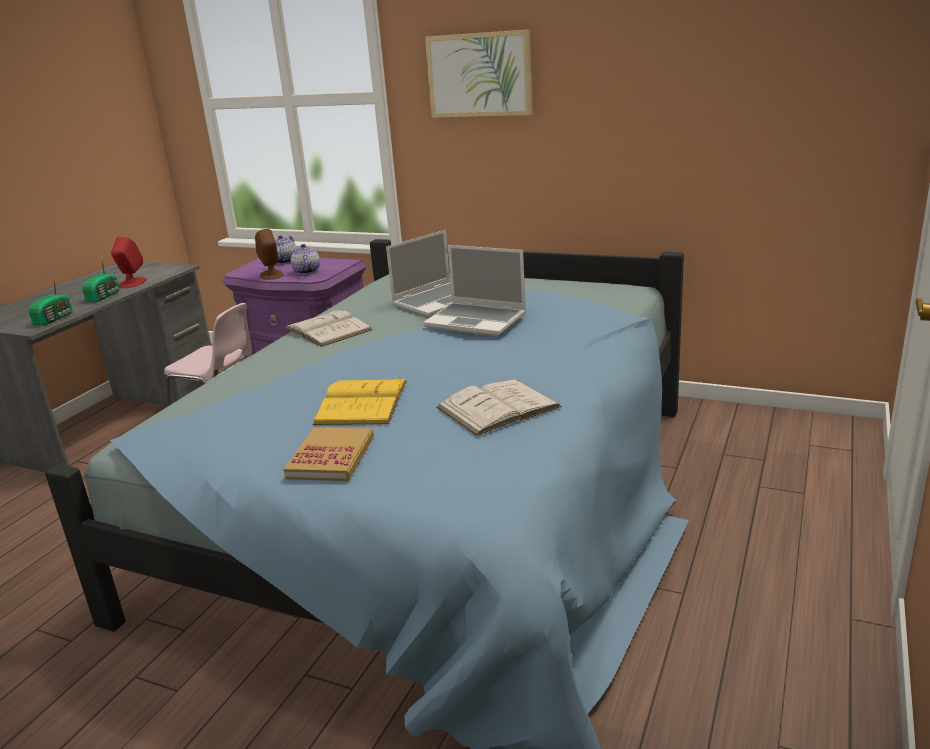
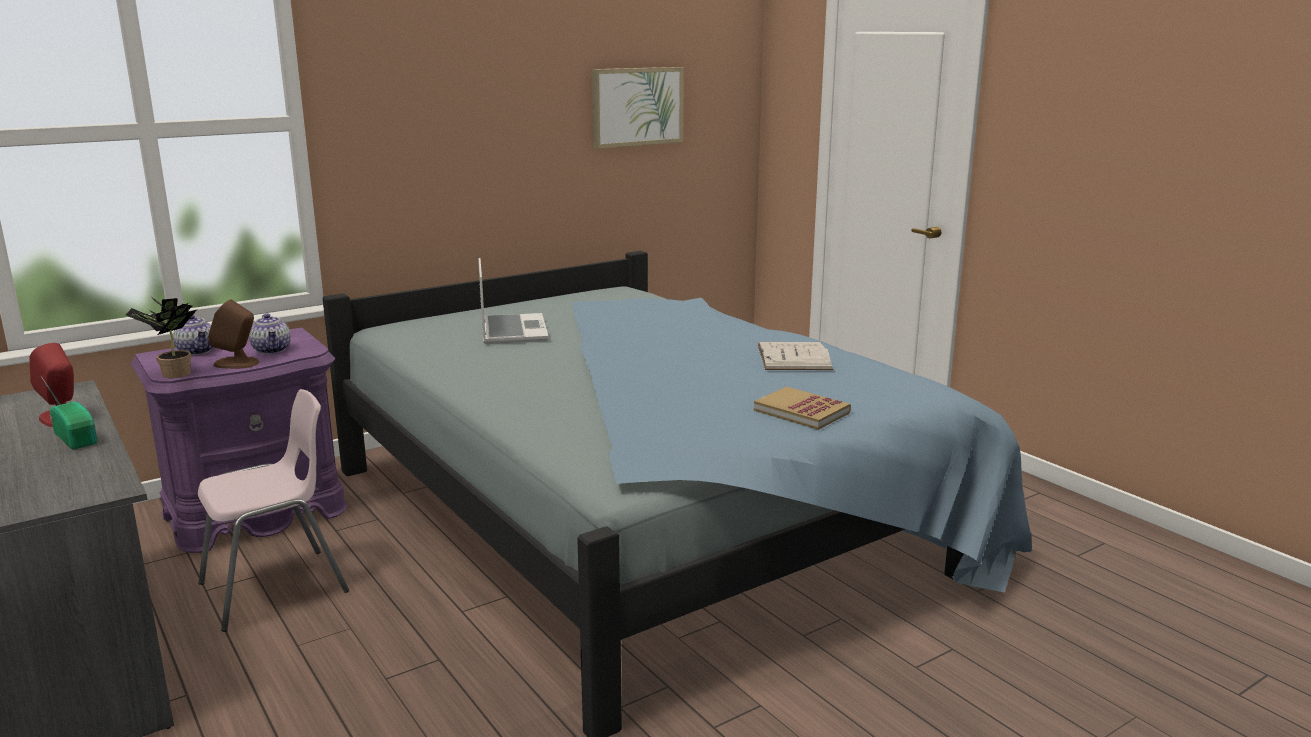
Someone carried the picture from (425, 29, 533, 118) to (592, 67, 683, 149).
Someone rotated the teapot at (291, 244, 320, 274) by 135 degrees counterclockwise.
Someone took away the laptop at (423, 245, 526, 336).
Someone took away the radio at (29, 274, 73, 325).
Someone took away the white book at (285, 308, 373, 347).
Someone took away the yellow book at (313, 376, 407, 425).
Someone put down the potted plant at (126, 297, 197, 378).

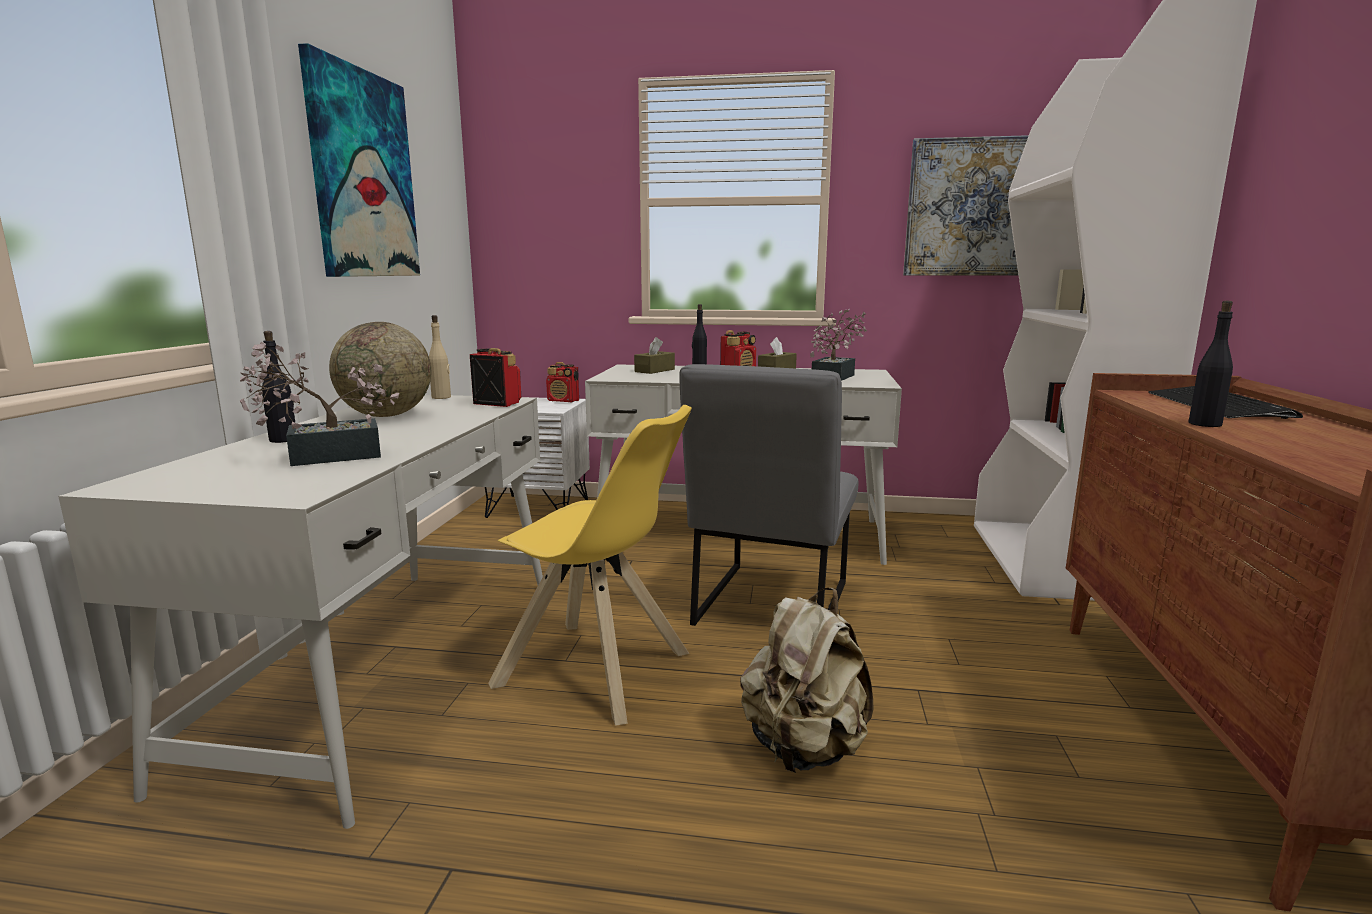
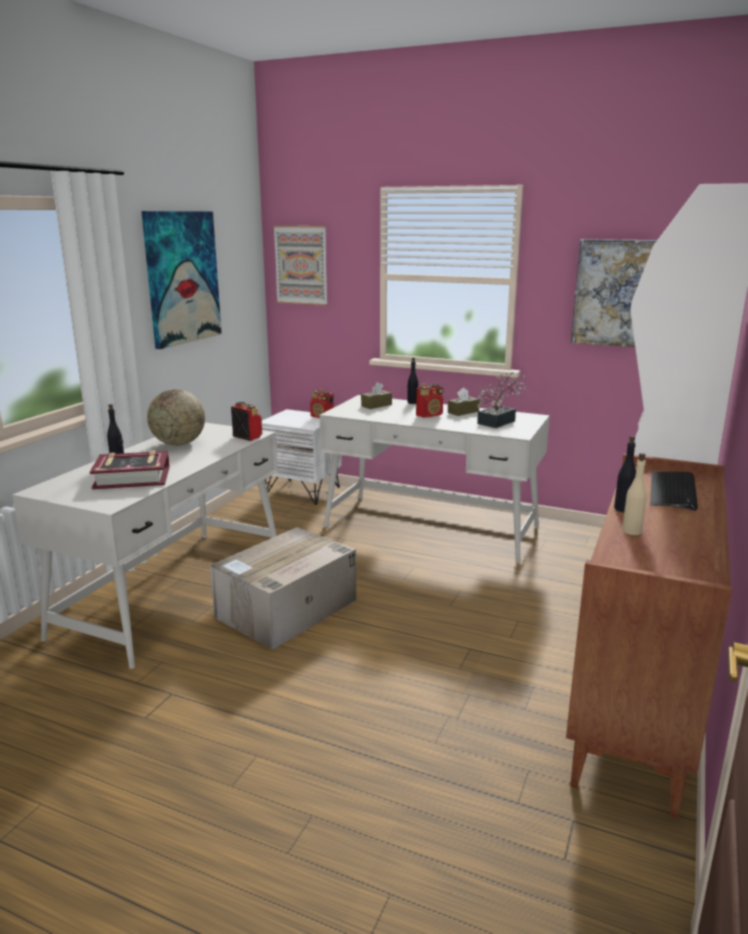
Someone carried the beige bottle from (429, 315, 451, 399) to (622, 453, 647, 535).
Someone swapped the potted plant at (239, 342, 399, 466) for the book at (90, 451, 170, 489).
Someone took away the grey chair at (679, 364, 859, 626).
Someone swapped the yellow chair at (488, 405, 692, 726) for the cardboard box at (210, 527, 356, 649).
Someone took away the beige backpack at (740, 588, 873, 773).
Someone put up the picture at (273, 225, 328, 306).

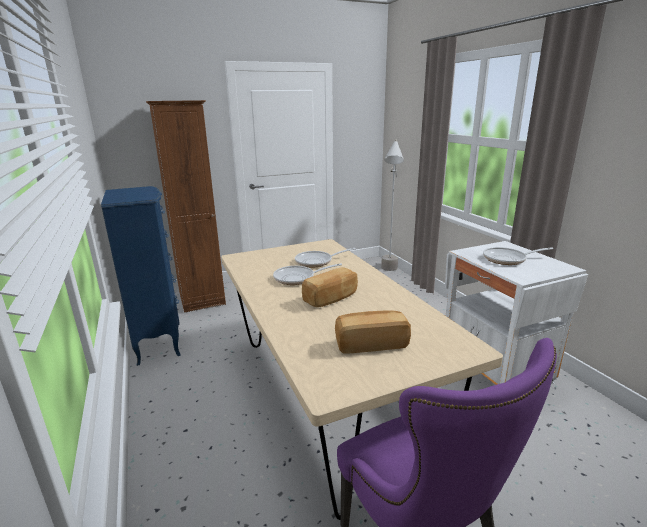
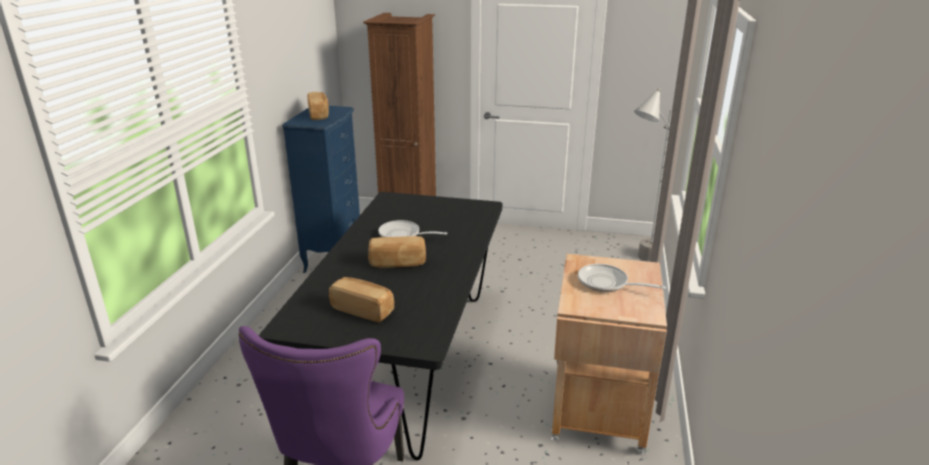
Someone repainted the beige dining table at (221, 239, 503, 520), which became the black dining table at (259, 192, 502, 460).
Someone repainted the white cart at (445, 241, 588, 385), which became the brown cart at (551, 254, 667, 454).
Someone took away the frying pan at (295, 248, 356, 268).
Someone put down the bread at (307, 92, 329, 120).

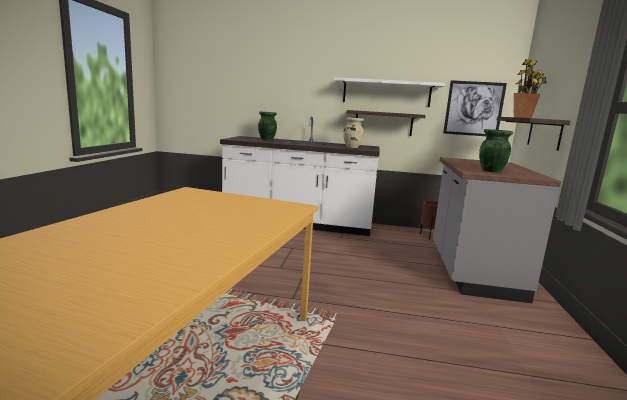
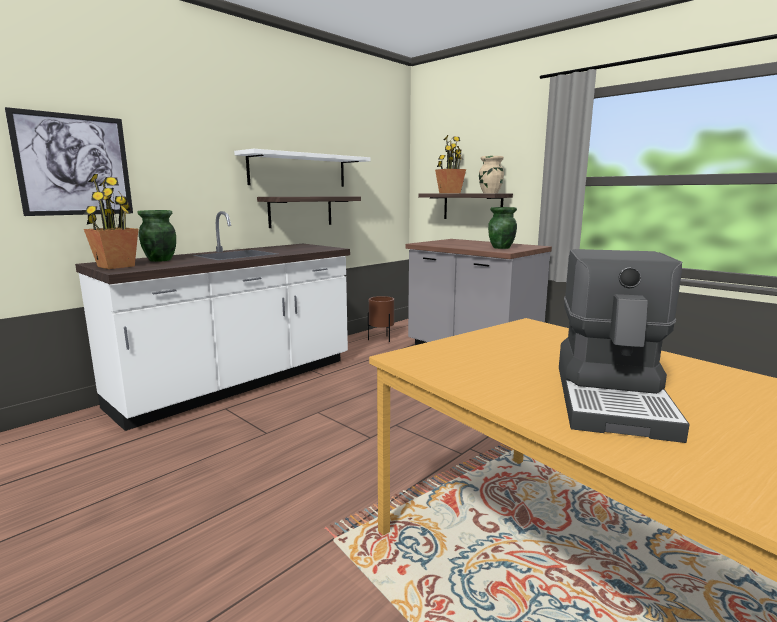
Someone carried the picture from (443, 80, 507, 136) to (5, 107, 133, 216).
Someone carried the beige vase from (343, 117, 364, 148) to (479, 156, 504, 193).
Someone put down the potted plant at (84, 174, 138, 269).
Someone put down the coffee machine at (559, 249, 690, 443).

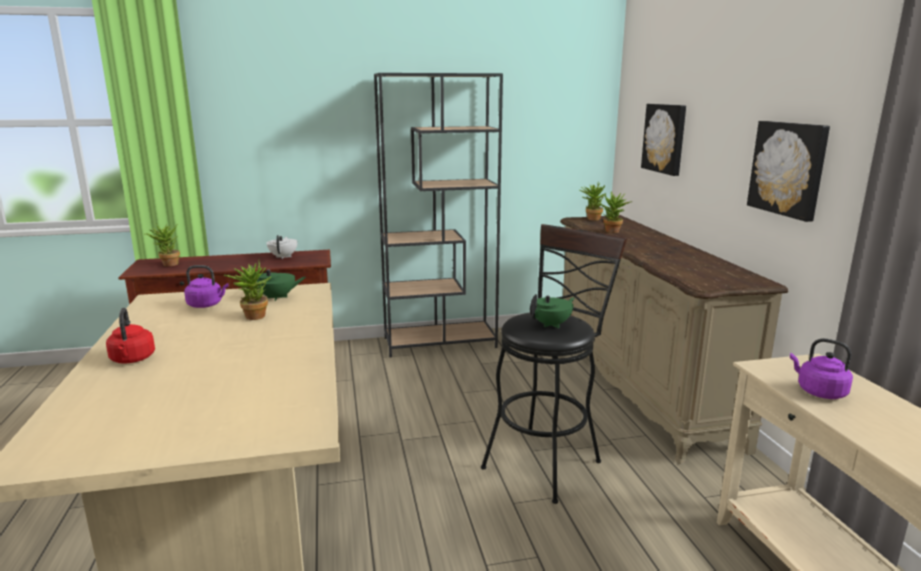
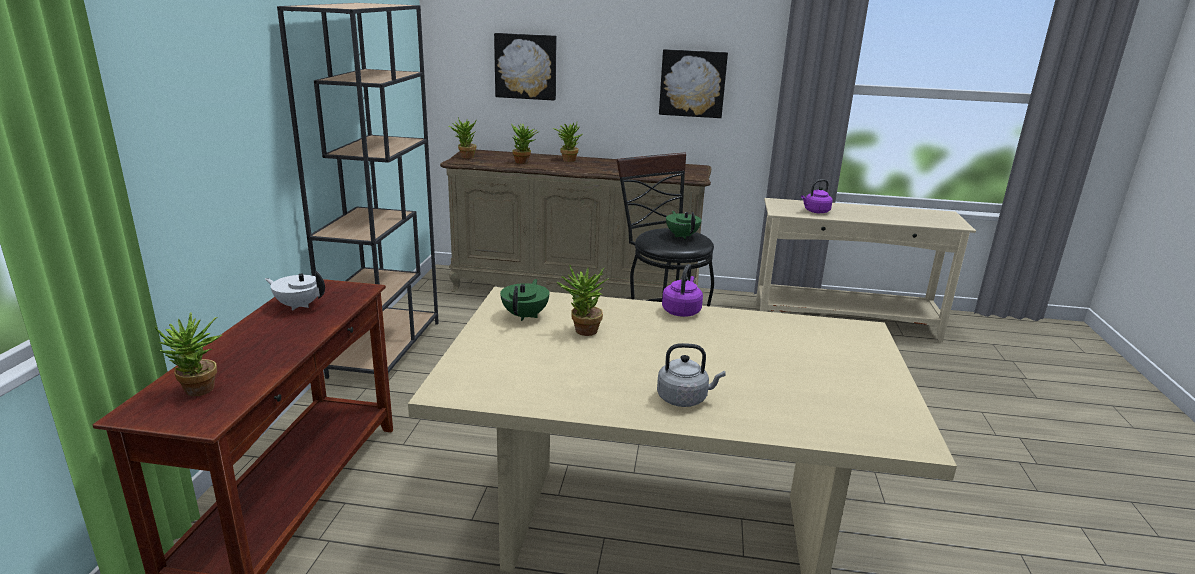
Someone carried the purple kettle from (184, 265, 229, 308) to (662, 264, 703, 317).
Someone repainted the red kettle at (106, 308, 155, 364), which became the grey kettle at (657, 343, 726, 407).
Someone put down the potted plant at (553, 123, 583, 162).

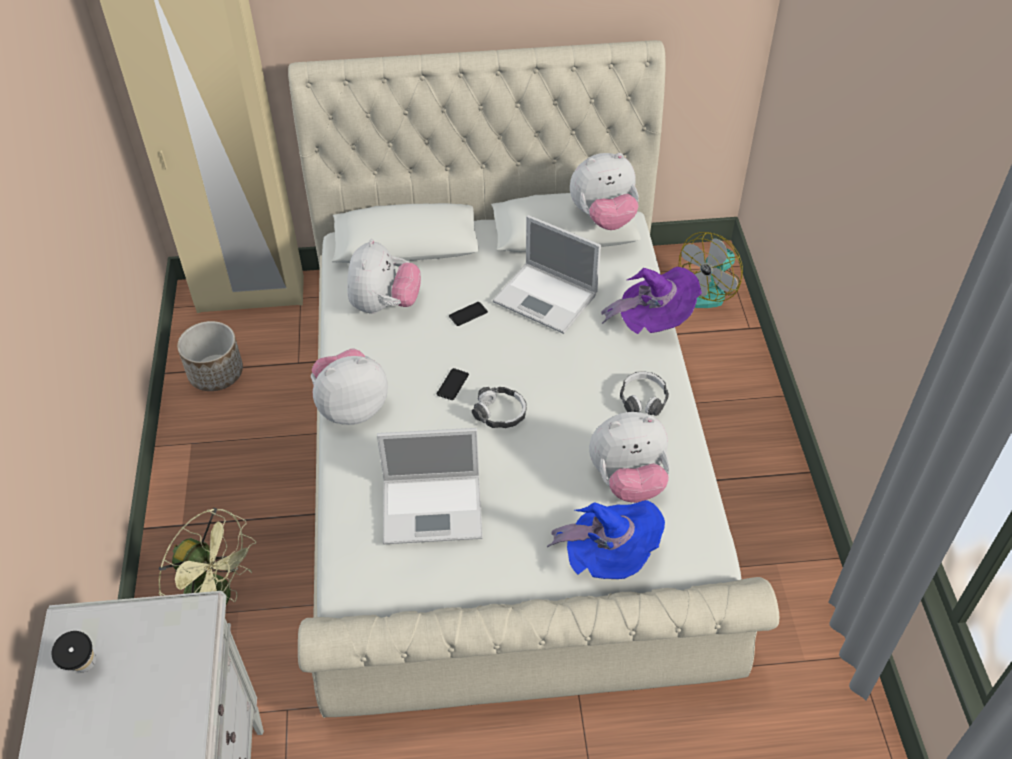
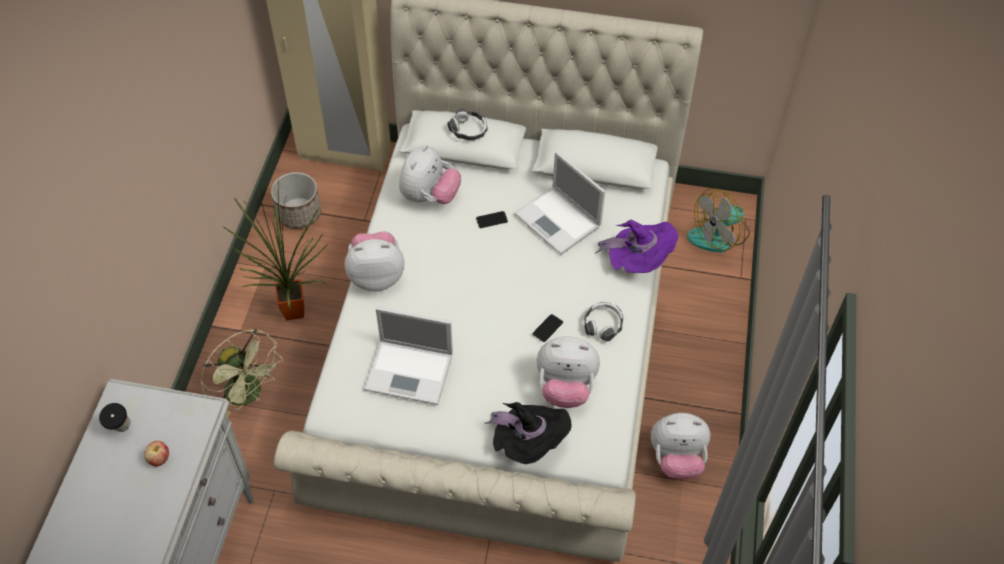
Someone carried the plush toy from (570, 153, 639, 230) to (651, 413, 710, 479).
Someone carried the phone from (437, 368, 469, 400) to (533, 314, 563, 342).
Someone carried the headphones from (472, 387, 527, 428) to (447, 109, 487, 140).
Someone repainted the blue hat at (547, 500, 665, 579), which became the black hat at (484, 402, 571, 464).
Someone put down the potted plant at (224, 178, 328, 321).
Someone put down the apple at (144, 441, 169, 466).

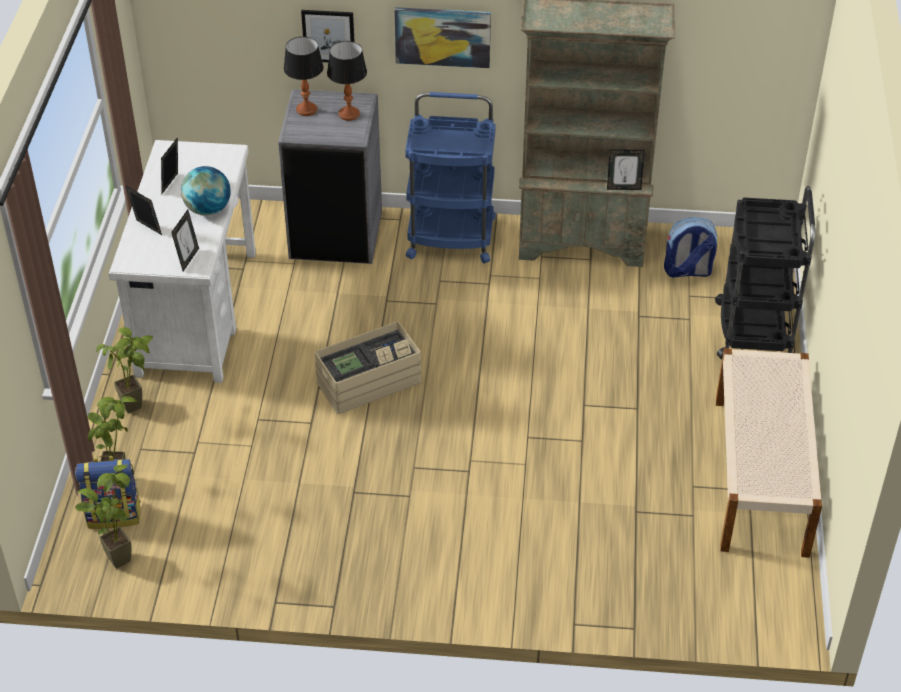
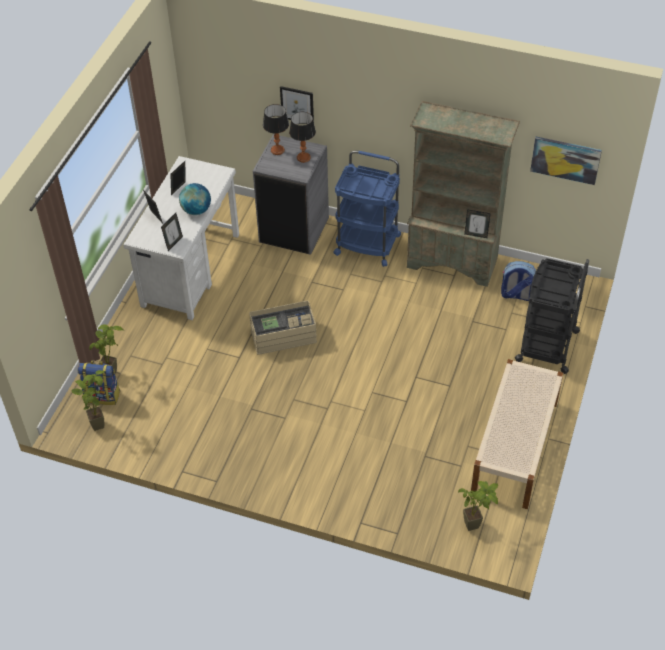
Someone carried the picture from (394, 7, 491, 68) to (530, 137, 602, 185).
Someone carried the potted plant from (97, 327, 153, 413) to (458, 481, 498, 531).

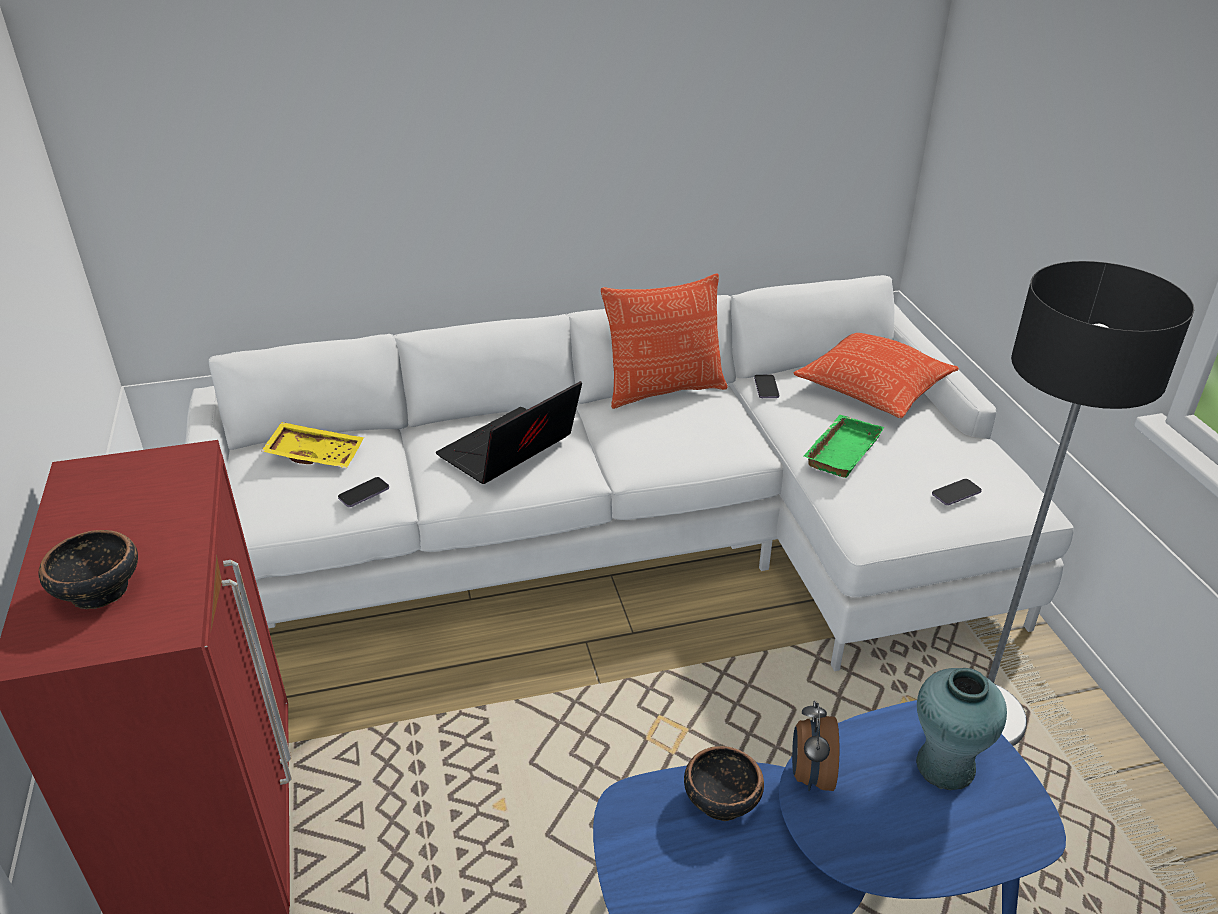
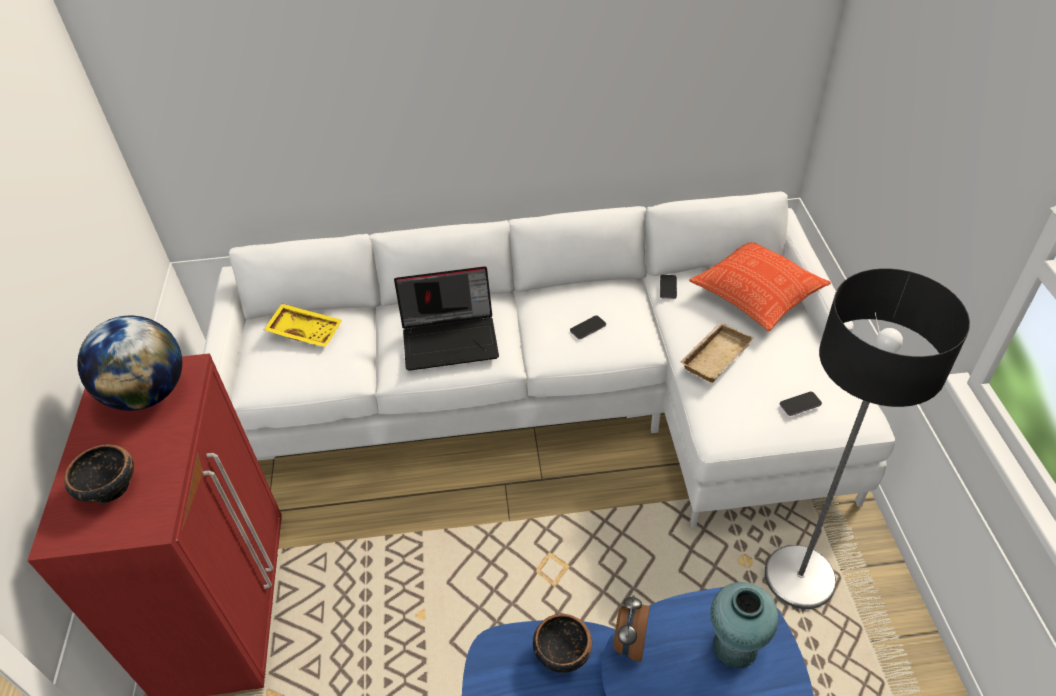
Someone took away the orange pillow at (601, 274, 728, 409).
Someone rotated the laptop at (436, 381, 582, 484) by 150 degrees counterclockwise.
Someone repainted the green tray at (803, 415, 884, 478), which became the beige tray at (680, 322, 754, 383).
Someone carried the phone from (338, 477, 389, 507) to (570, 315, 606, 339).
Someone put down the globe at (77, 316, 182, 411).

